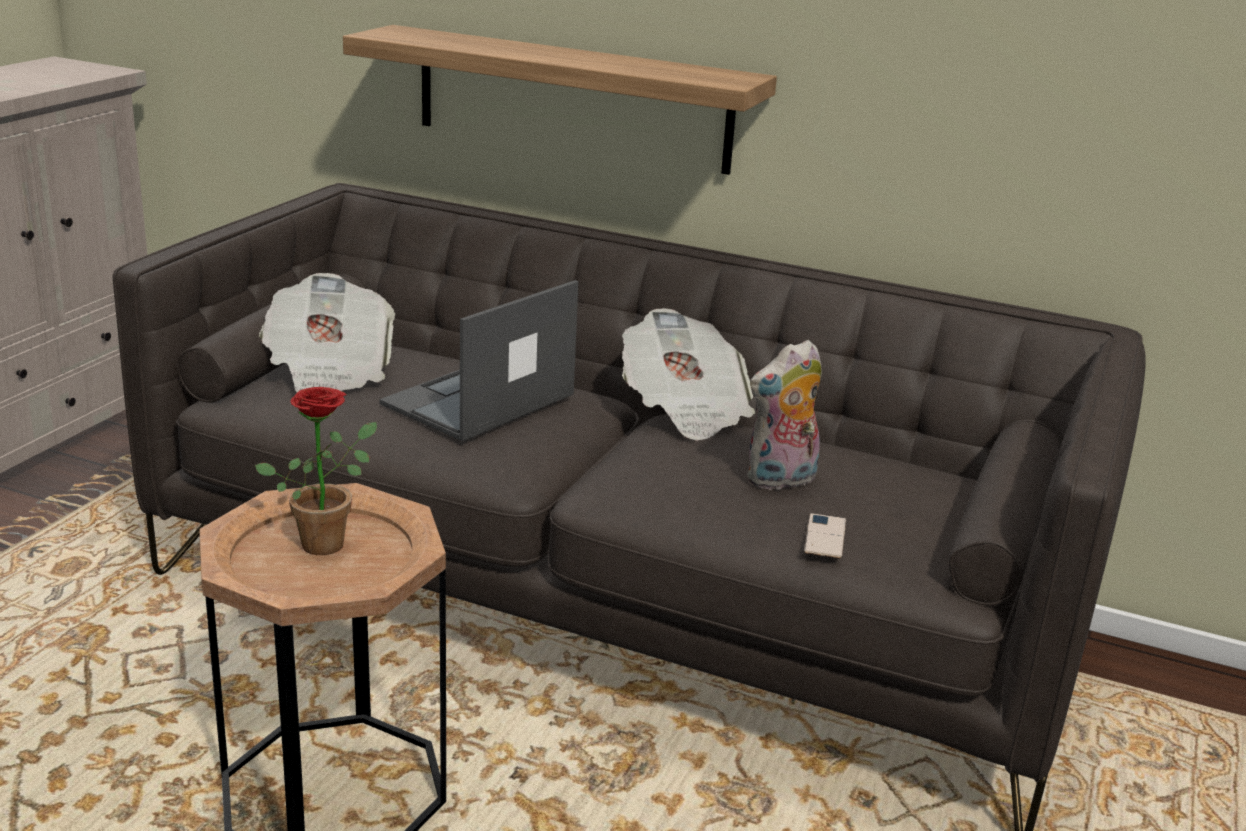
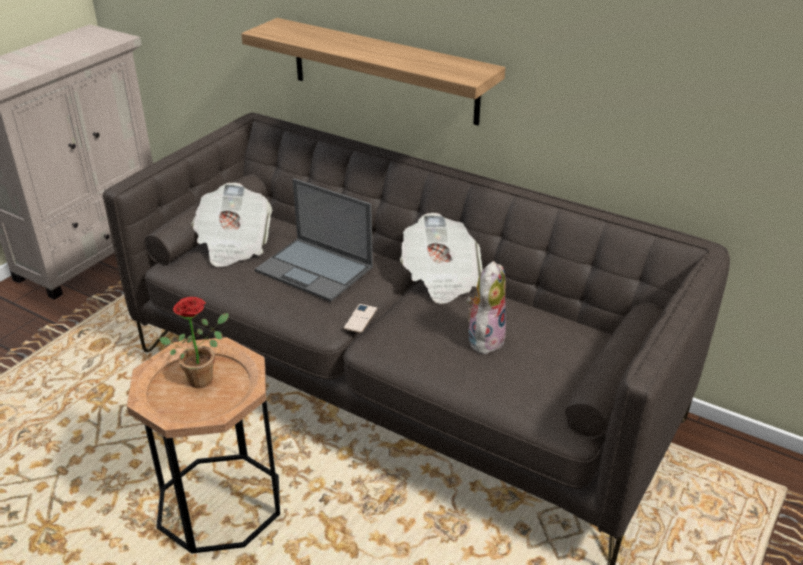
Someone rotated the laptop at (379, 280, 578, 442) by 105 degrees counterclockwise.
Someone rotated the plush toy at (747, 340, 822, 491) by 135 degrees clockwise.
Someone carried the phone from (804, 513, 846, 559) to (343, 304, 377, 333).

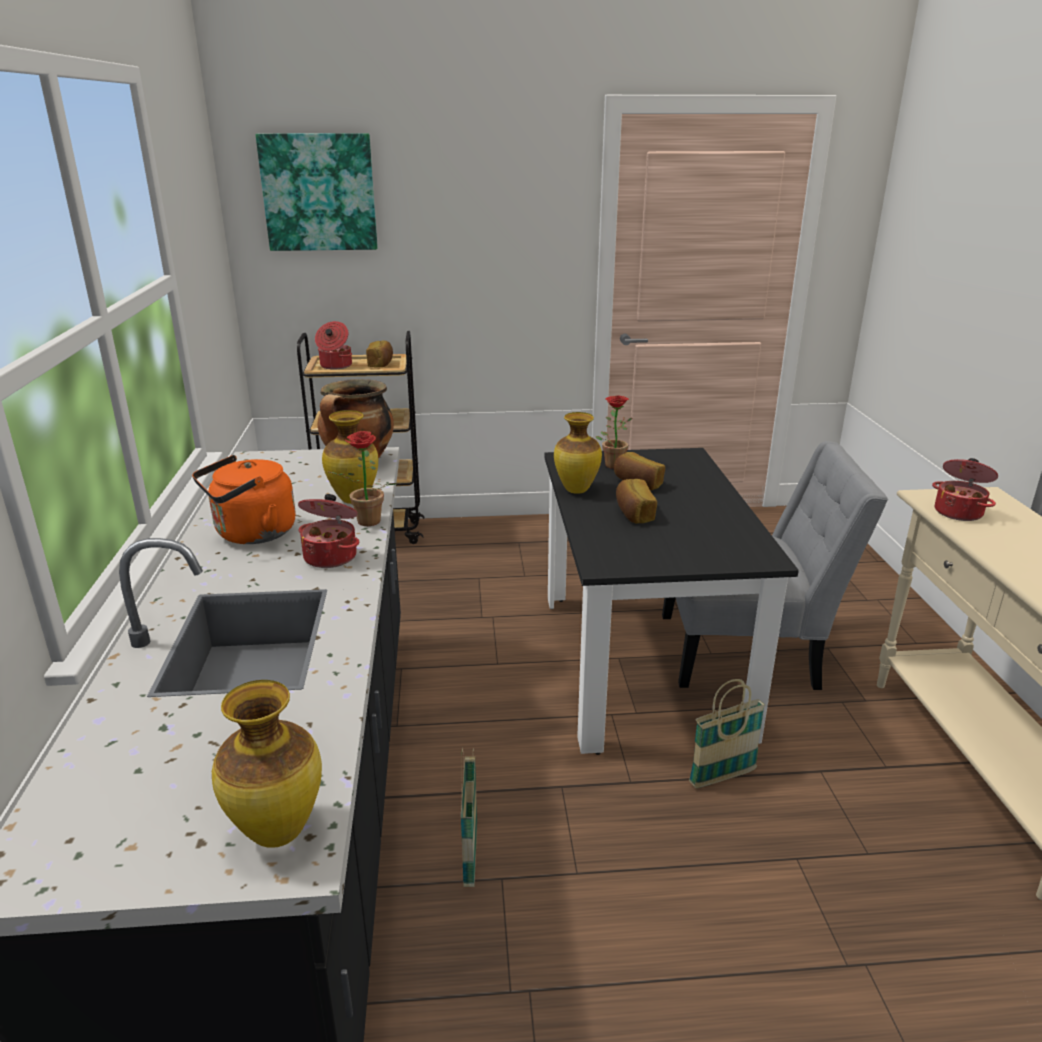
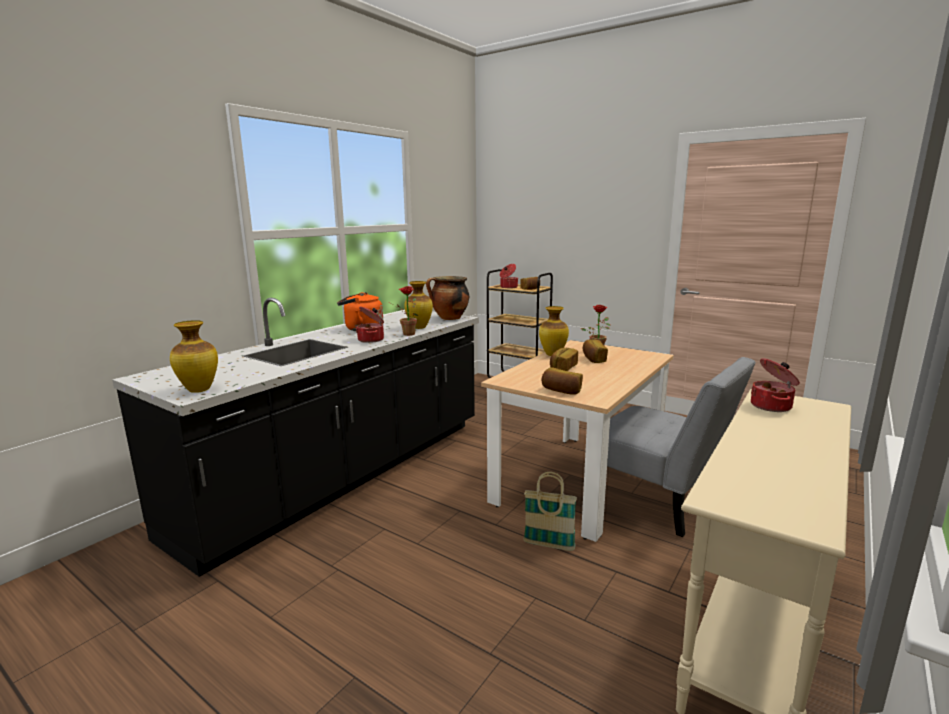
Someone took away the picture at (256, 133, 378, 251).
Someone repainted the black dining table at (544, 448, 799, 755), which became the beige dining table at (481, 340, 674, 542).
Someone took away the basket at (461, 748, 477, 887).
Someone put down the bread at (541, 368, 583, 395).

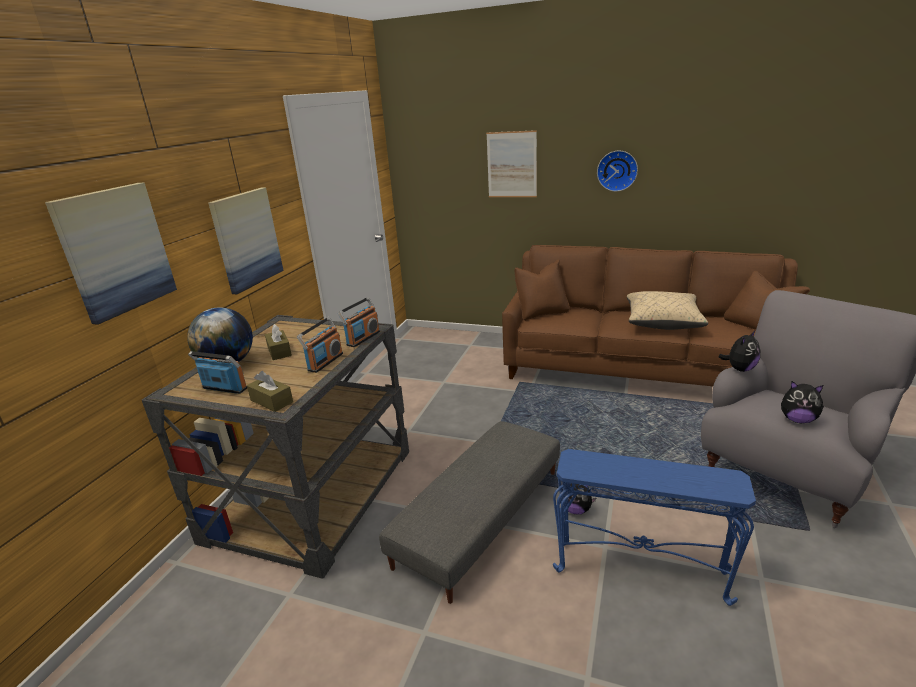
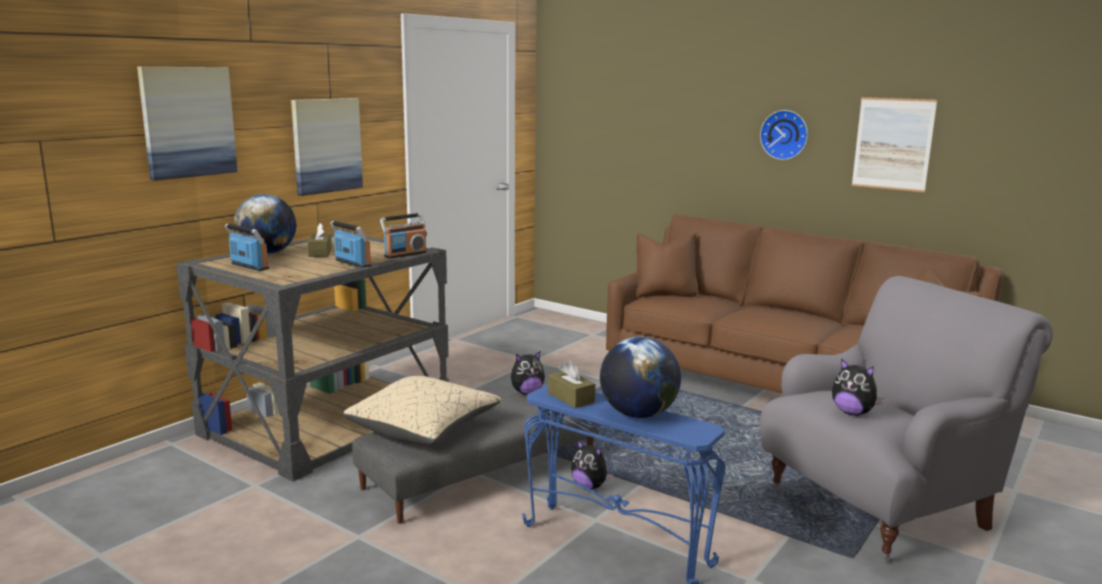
Someone carried the picture from (486, 130, 537, 197) to (852, 97, 937, 192).
Someone carried the beige pillow from (627, 291, 708, 330) to (343, 376, 501, 445).
Someone rotated the radio at (297, 317, 343, 373) by 90 degrees counterclockwise.
Someone carried the plush toy from (719, 331, 760, 372) to (511, 351, 545, 394).
Someone carried the brown tissue box from (247, 371, 293, 412) to (548, 361, 595, 408).
Someone put down the globe at (600, 337, 681, 418).

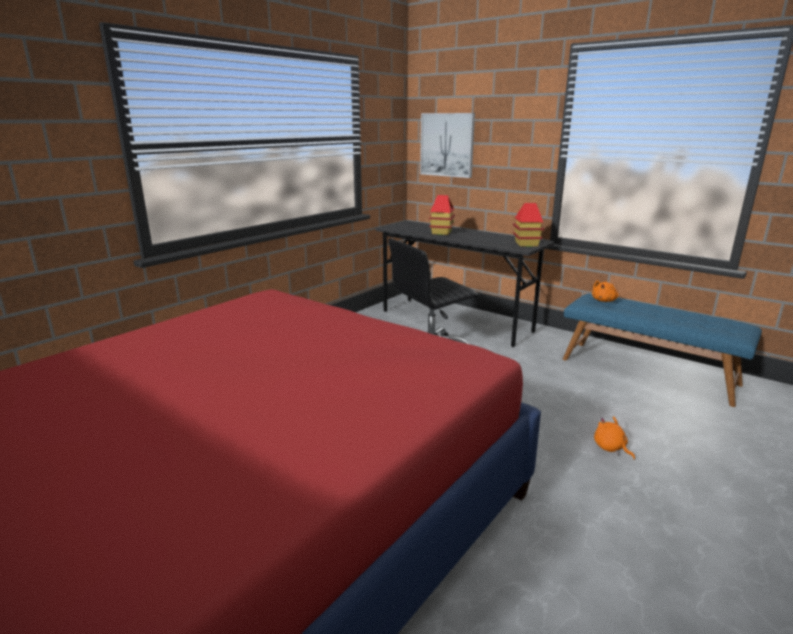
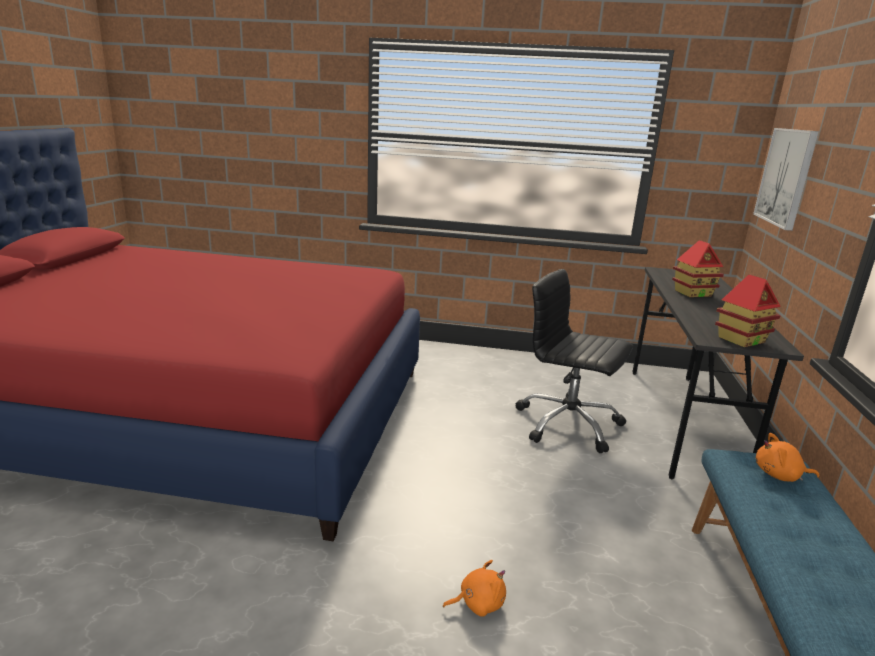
Someone rotated the orange plush toy at (594, 416, 635, 460) by 45 degrees clockwise.

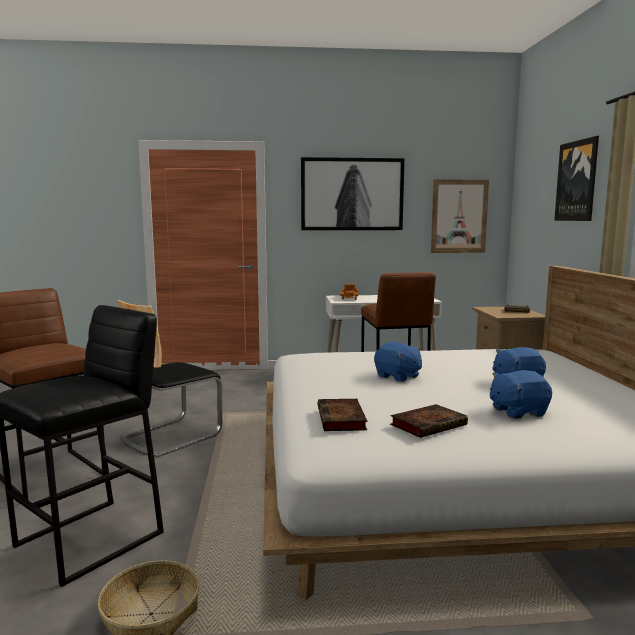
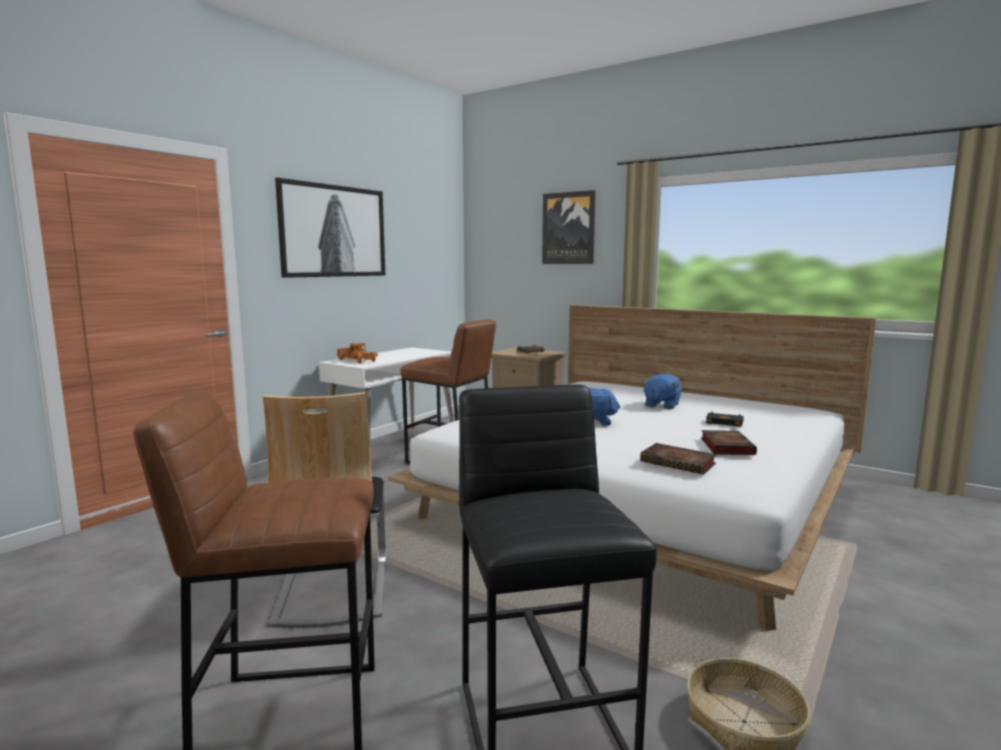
Someone took away the picture at (431, 179, 489, 253).
Someone swapped the blue plush toy at (490, 370, 552, 419) for the black book at (706, 411, 744, 427).

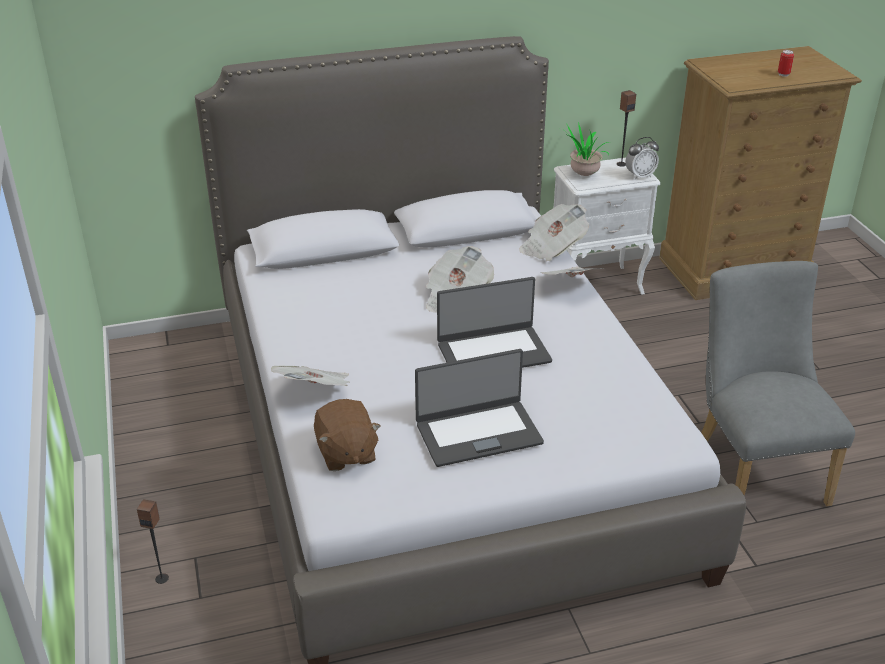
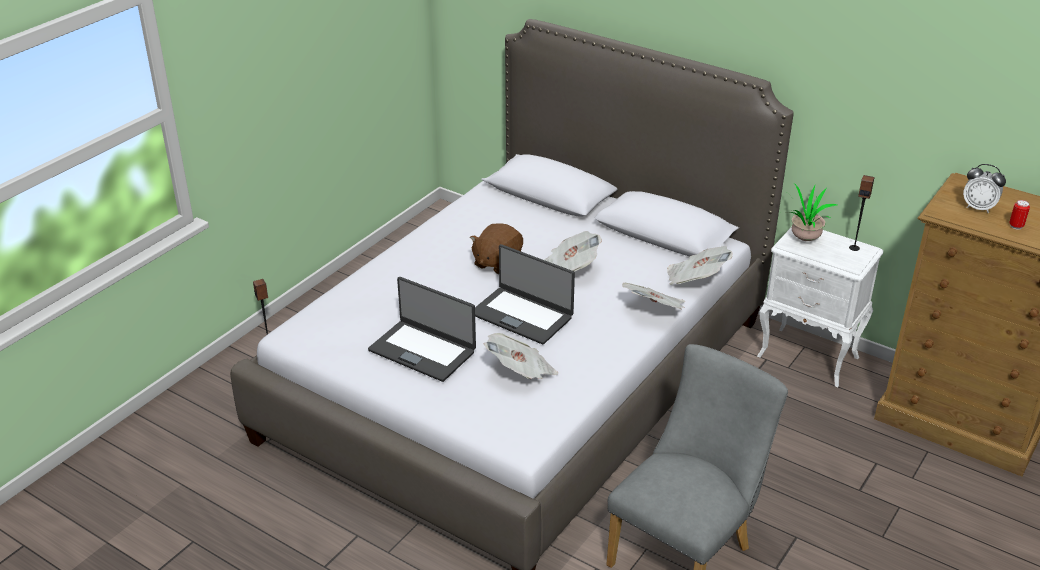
Someone carried the alarm clock from (626, 137, 659, 180) to (963, 164, 1006, 213).
Someone carried the newspaper from (271, 366, 350, 386) to (483, 333, 558, 379).
Someone carried the brown plush toy from (314, 399, 381, 471) to (470, 223, 523, 274).

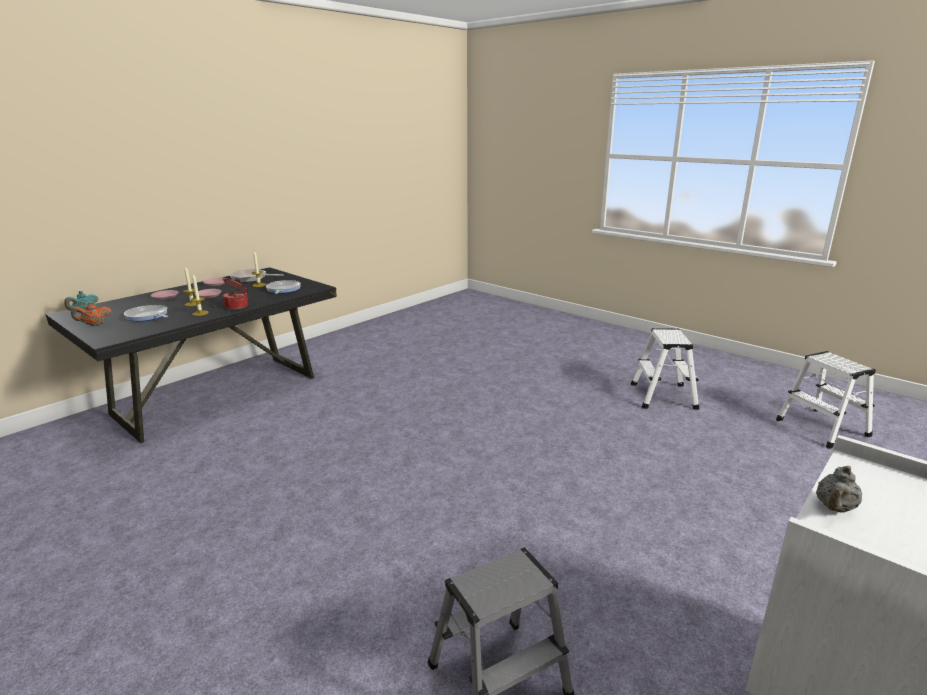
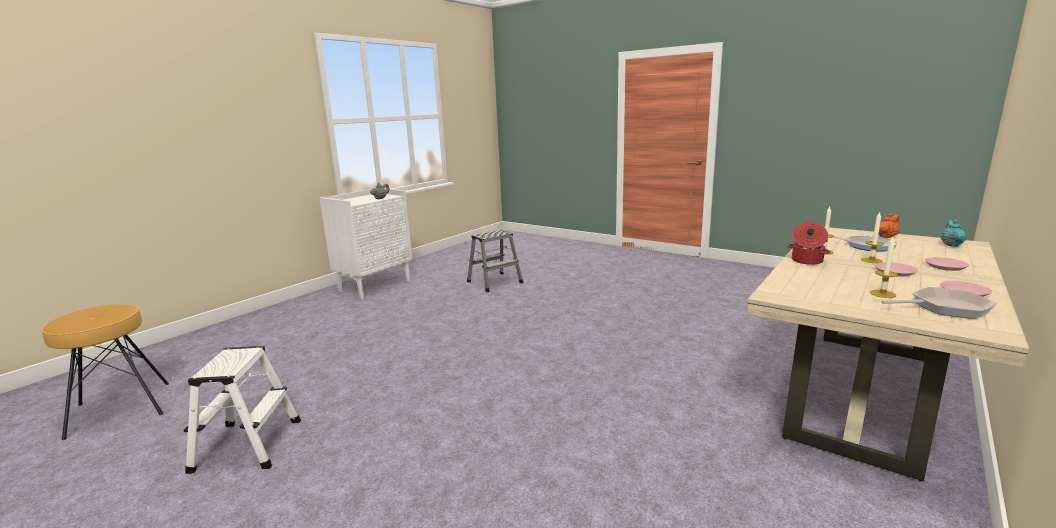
Someone repainted the black dining table at (45, 267, 337, 443), which became the beige dining table at (747, 227, 1029, 481).
Someone took away the frying pan at (266, 280, 301, 294).
Someone swapped the white step ladder at (776, 351, 876, 449) for the brown stool at (41, 304, 169, 440).

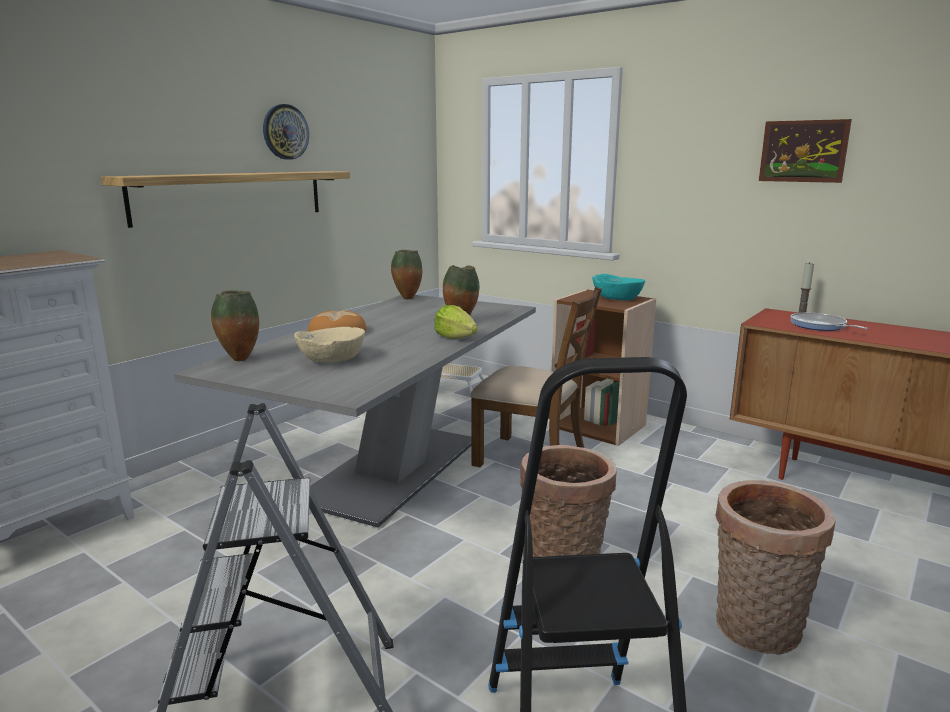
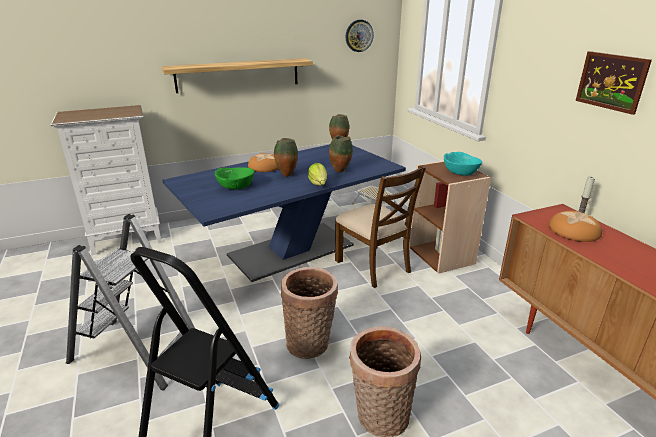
Someone carried the wall clock from (263, 104, 309, 160) to (345, 20, 374, 52).
Someone carried the vase from (211, 290, 259, 361) to (274, 138, 298, 177).
Someone repainted the grey dining table at (174, 295, 536, 527), which became the blue dining table at (162, 144, 406, 282).
Someone swapped the frying pan at (790, 313, 868, 331) for the bread at (549, 211, 602, 242).
Someone repainted the beige bowl at (294, 327, 365, 362), which became the green bowl at (215, 167, 254, 189).

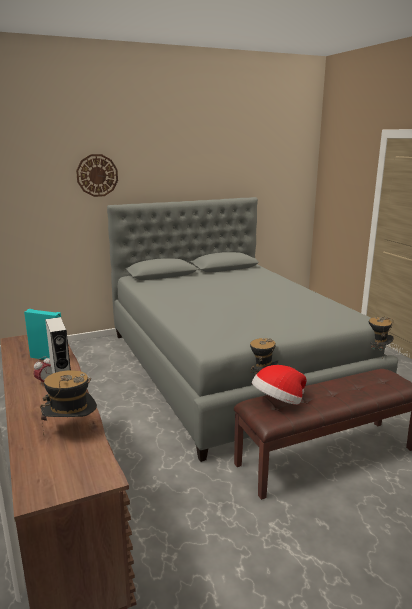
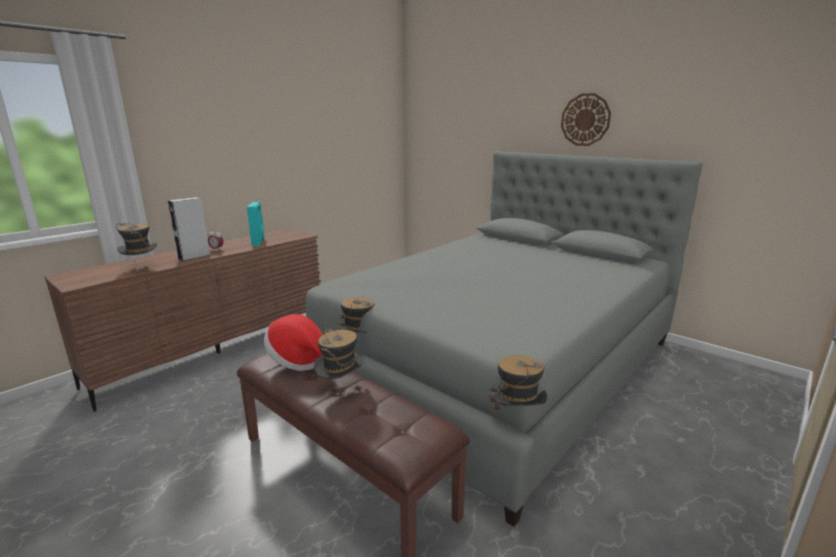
Someone carried the wall clock from (76, 154, 118, 197) to (561, 93, 611, 146).
Someone put down the hat at (314, 328, 364, 379).

